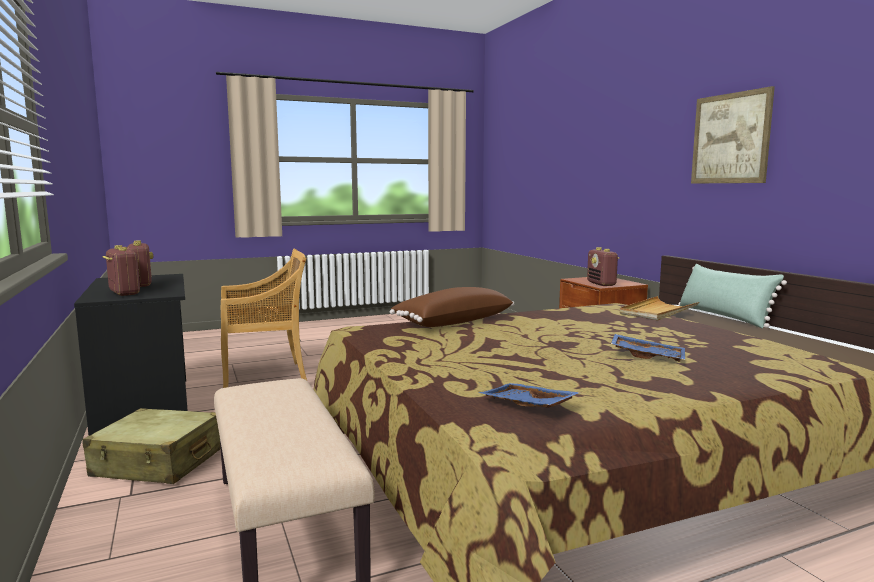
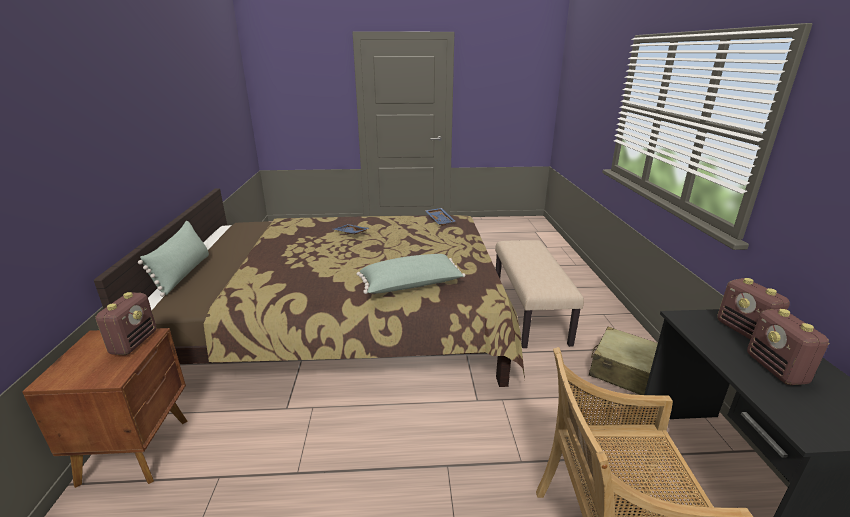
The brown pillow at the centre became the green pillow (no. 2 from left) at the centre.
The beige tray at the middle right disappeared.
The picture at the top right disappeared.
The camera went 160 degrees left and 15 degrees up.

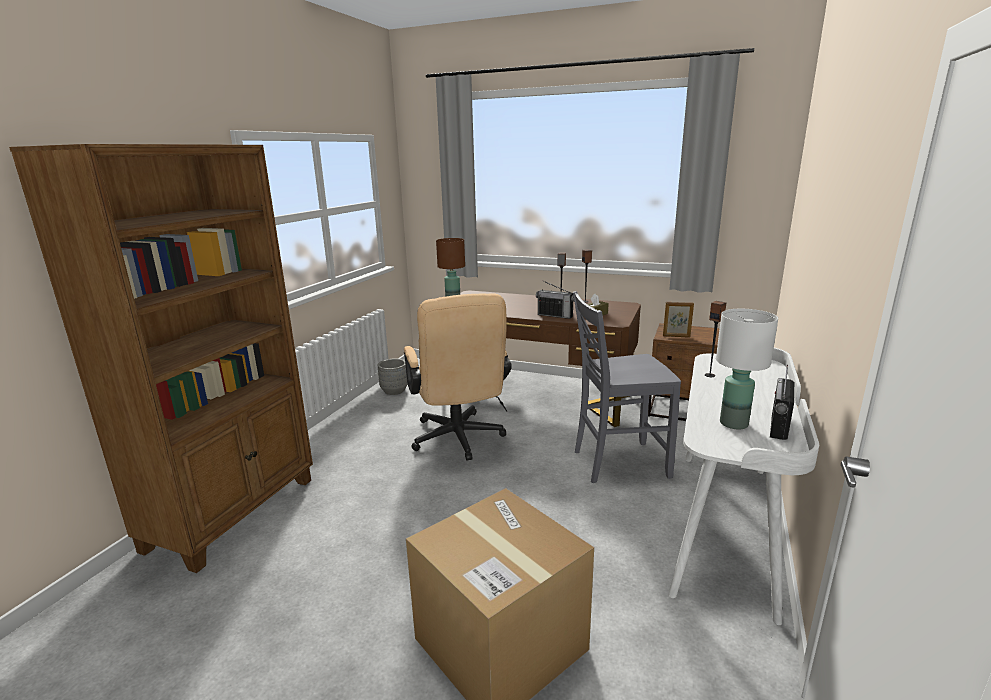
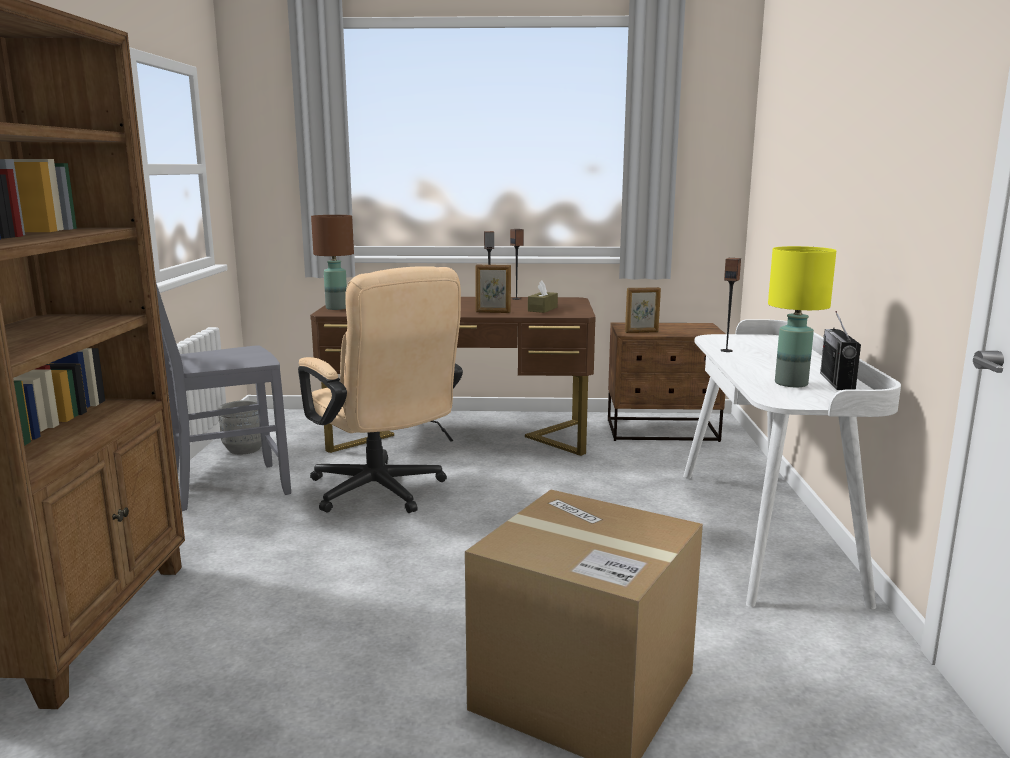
The grey chair moved from the centre to the middle left.
The radio (no. 1 from left) at the centre was replaced by the picture frame (no. 1 from left) at the centre.
The white table lamp at the middle right became the yellow table lamp at the middle right.
The camera went 20 degrees left and 5 degrees down.

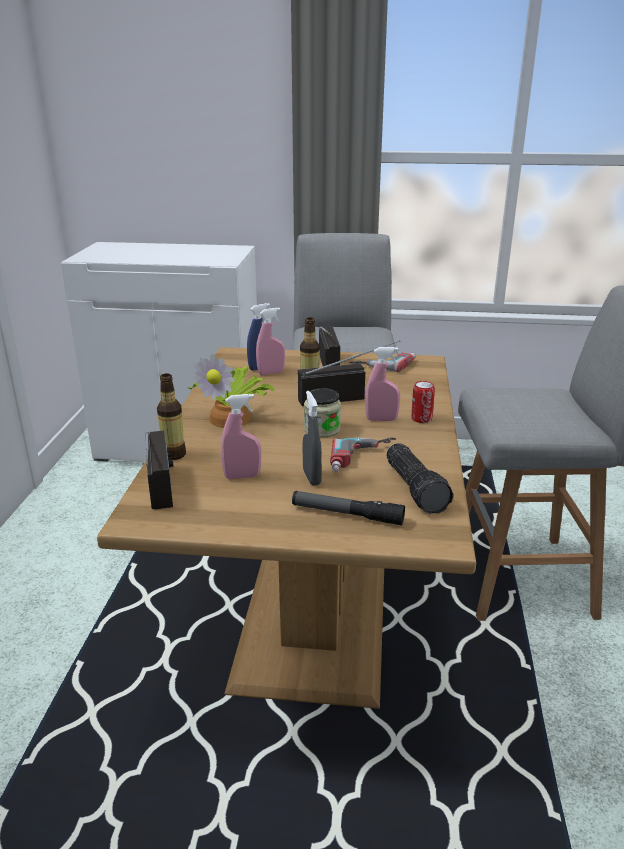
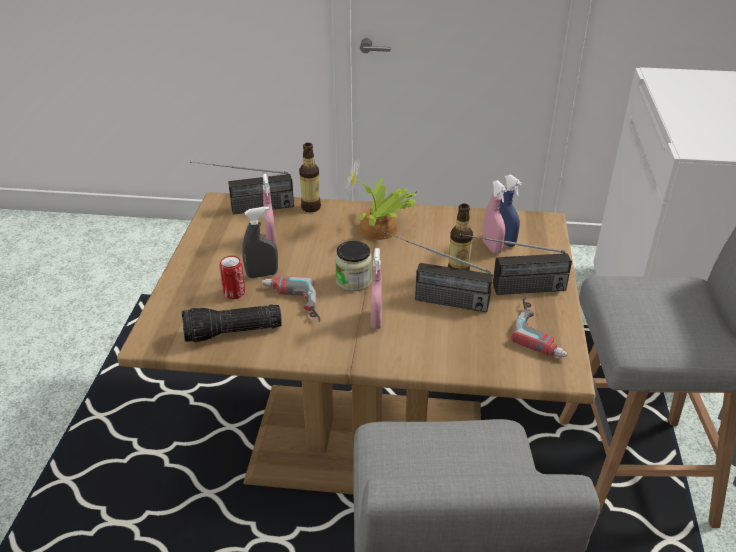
The can moved from the middle right to the middle left.
The radio (no. 3 from left in the first image) at the centre turned 120 degrees clockwise.
The flashlight (no. 1 from left) at the centre disappeared.
The camera went 90 degrees right and 10 degrees up.

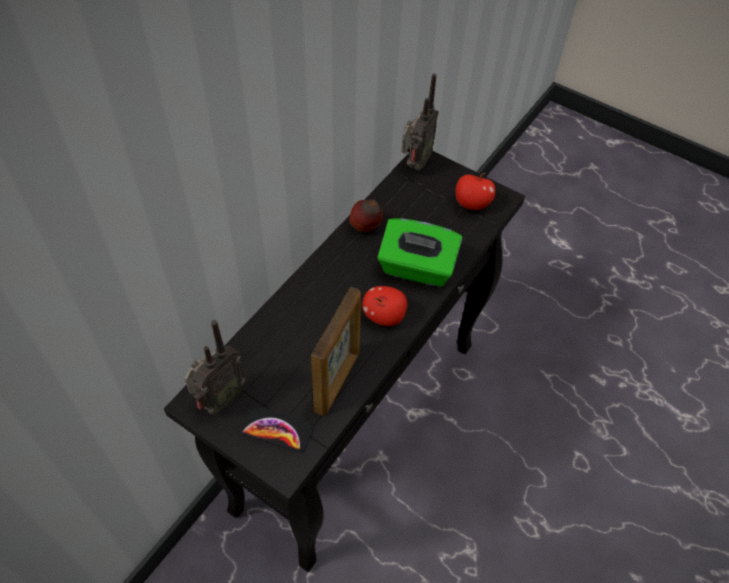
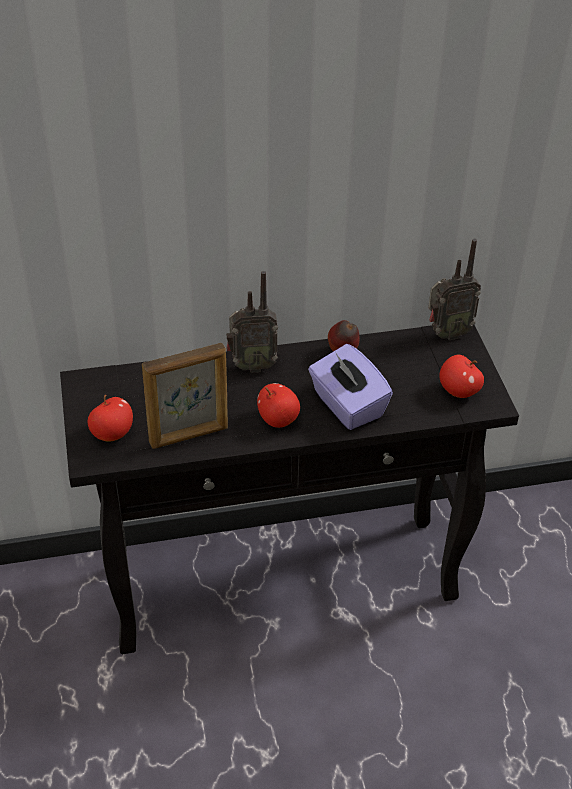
The phone at the bottom centre was replaced by the apple (no. 1 from left) at the middle left.
The radio (no. 1 from left) moved from the middle left to the centre.
The green tissue box at the centre became the purple tissue box at the centre.
The camera went 45 degrees right and 10 degrees down.

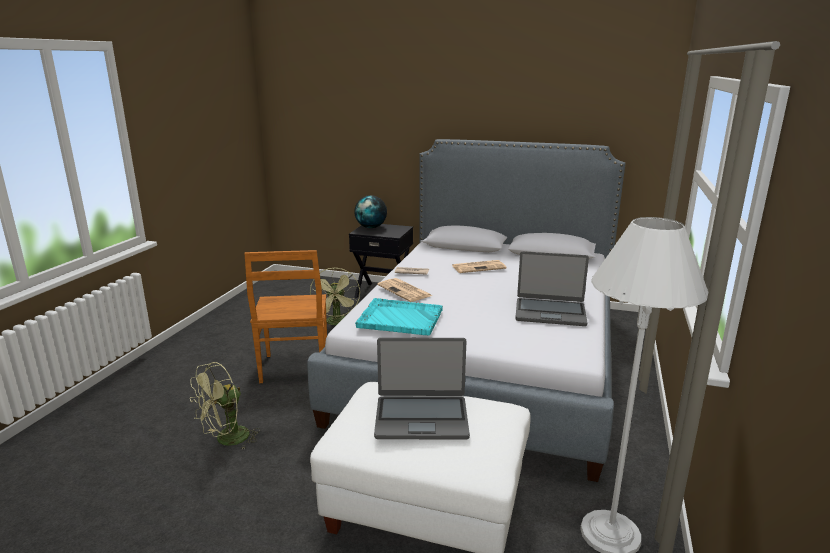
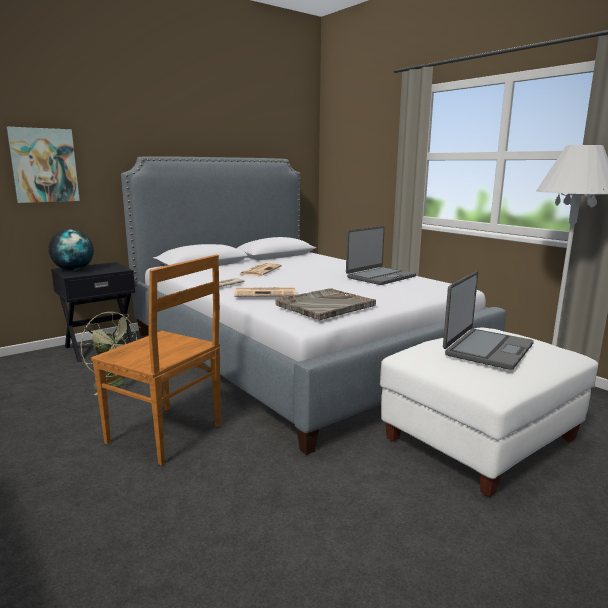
The picture at the top left appeared.
The turquoise tray at the centre became the grey tray at the centre.
The green fan (no. 1 from left) at the bottom left disappeared.
The camera went 55 degrees left and 5 degrees down.

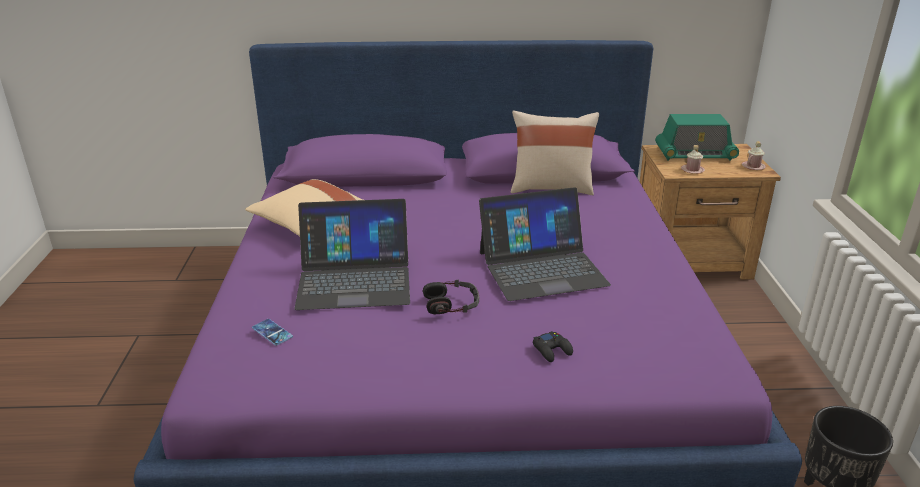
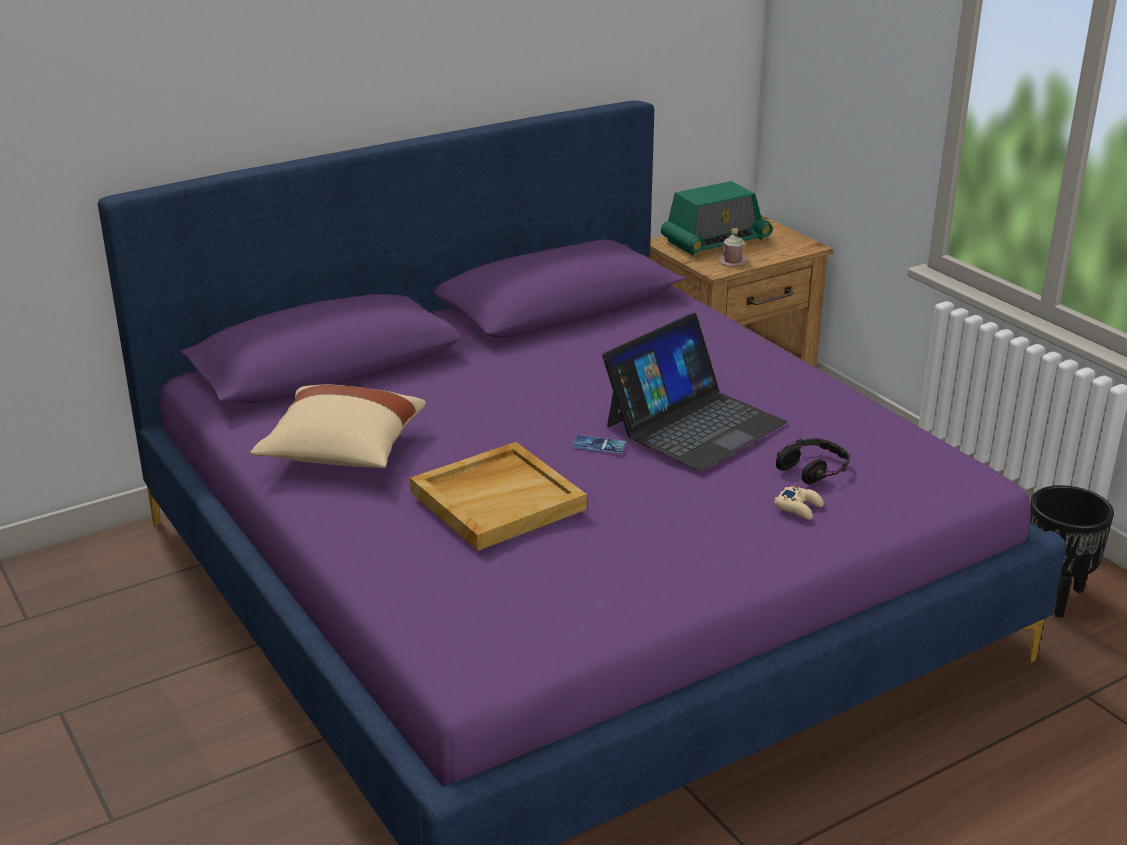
The laptop (no. 1 from left) at the centre was replaced by the beige tray at the centre.
The phone moved from the bottom left to the centre.
The black game controller at the bottom centre became the beige game controller at the middle right.
The headphones moved from the centre to the middle right.
The beige pillow (no. 2 from left) at the top centre disappeared.
The pink mug (no. 2 from left) at the top right disappeared.
The camera went 30 degrees left and 0 degrees up.

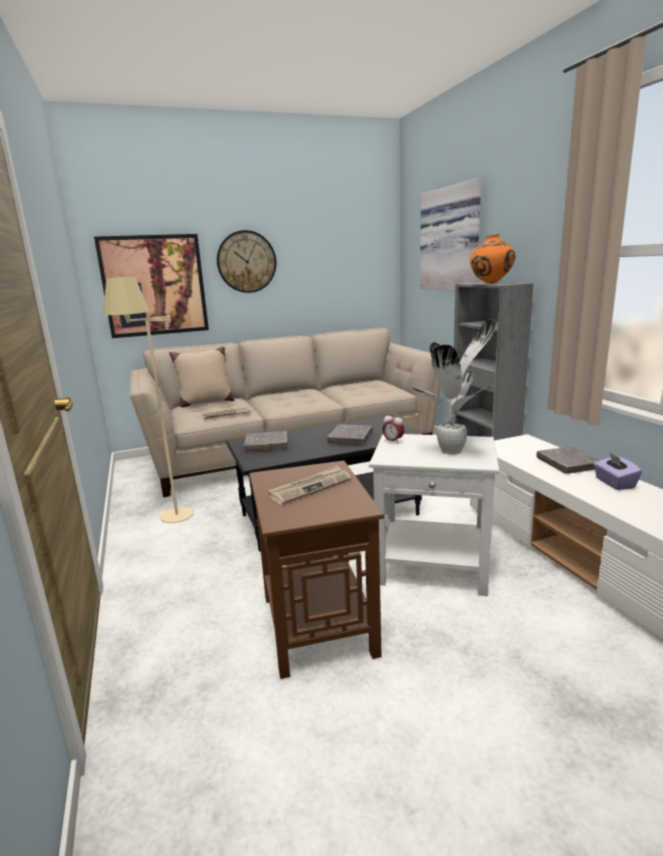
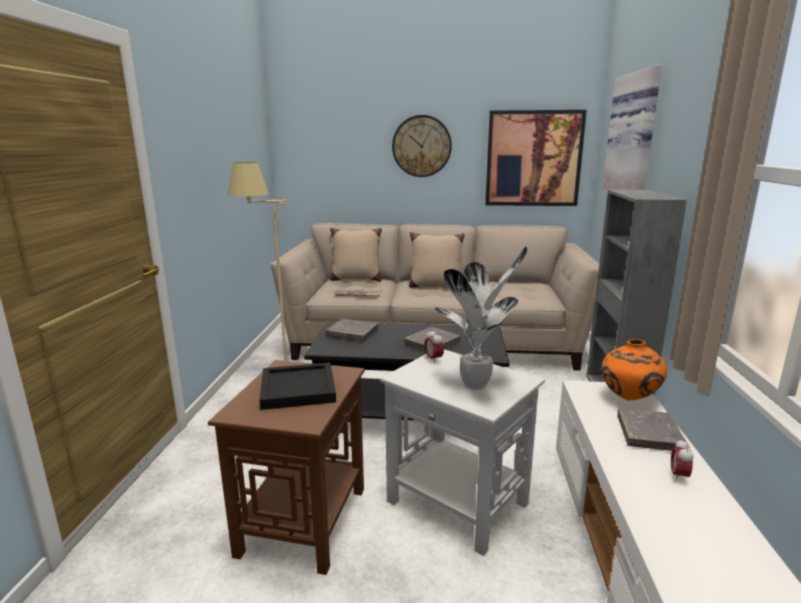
The newspaper (no. 2 from left) at the centre was replaced by the black tray at the centre.
The beige pillow (no. 2 from left) at the centre appeared.
The picture (no. 1 from left) moved from the middle left to the top right.
The orange vase moved from the top right to the middle right.
The purple tissue box at the middle right was replaced by the alarm clock (no. 2 from left) at the bottom right.
The camera went 25 degrees right and 0 degrees up.

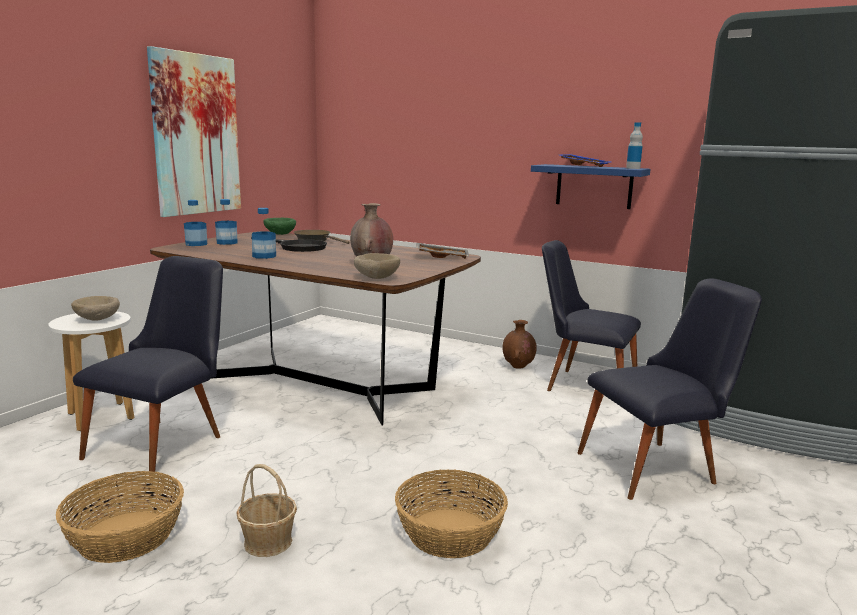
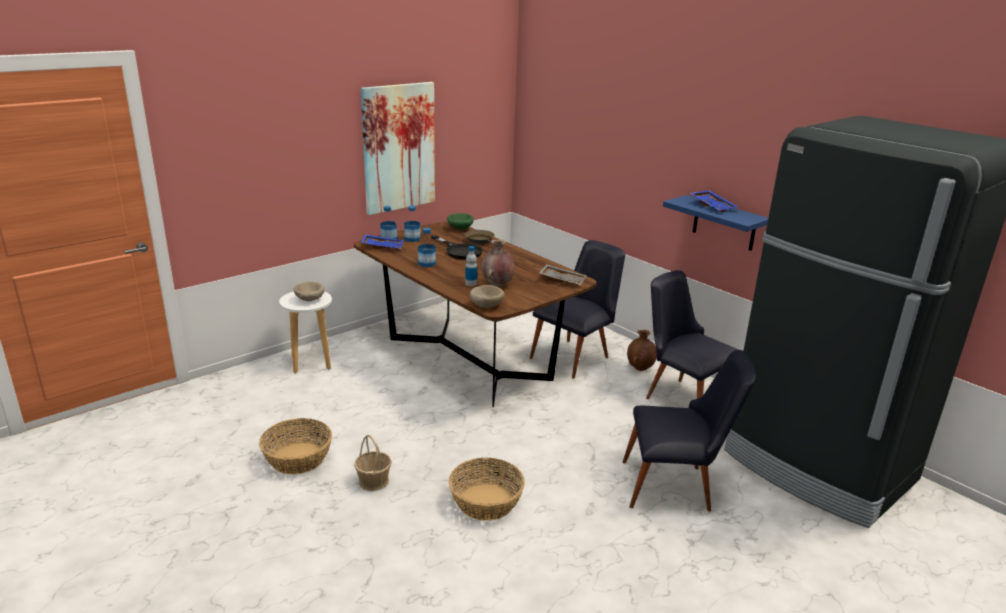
The blue tray (no. 1 from left) at the centre appeared.
The bottle (no. 4 from left) moved from the top right to the centre.
The black chair (no. 1 from left) moved from the middle left to the centre.
The camera went 20 degrees right and 10 degrees up.

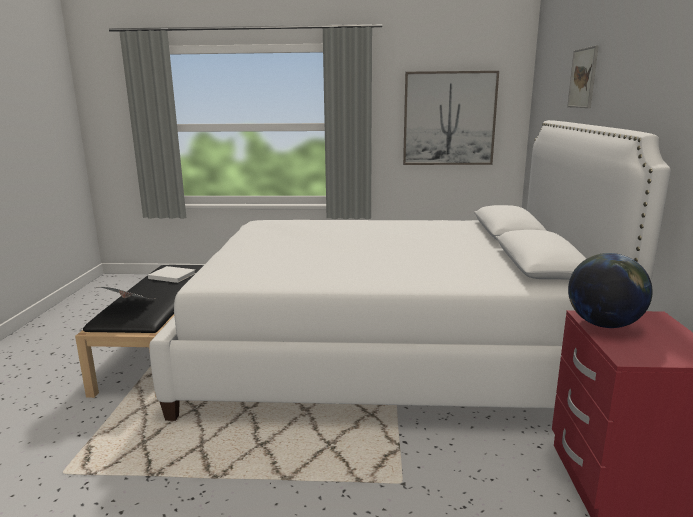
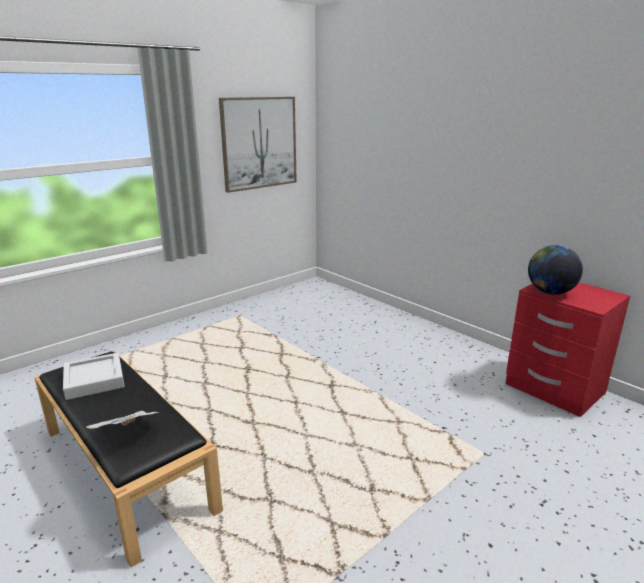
The white book at the middle left was replaced by the grey tray at the middle left.
The white bed at the centre disappeared.
The picture (no. 2 from left) at the top right disappeared.
The camera went 45 degrees left and 5 degrees up.

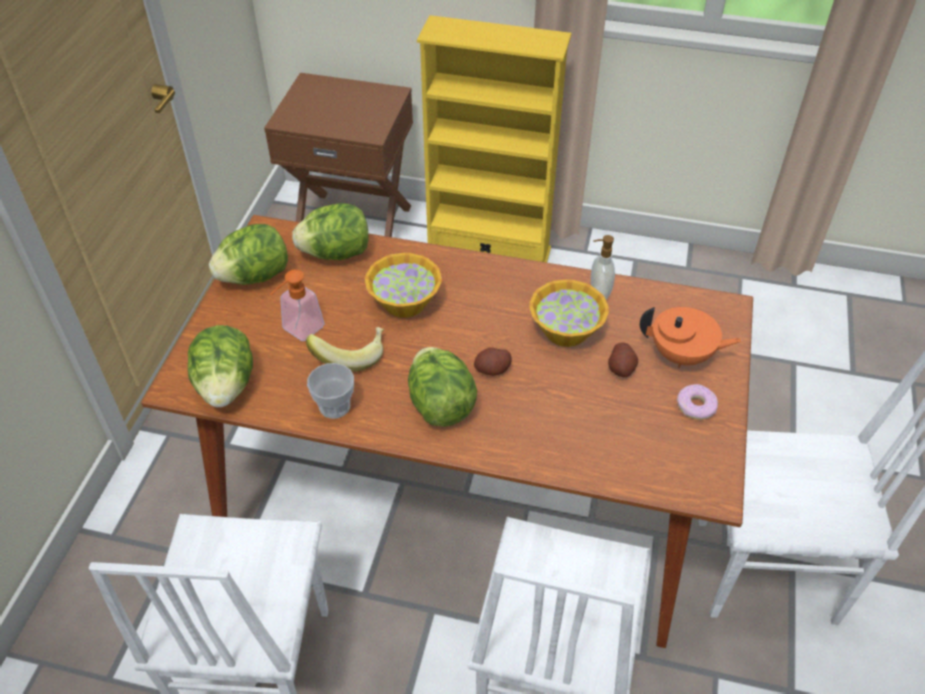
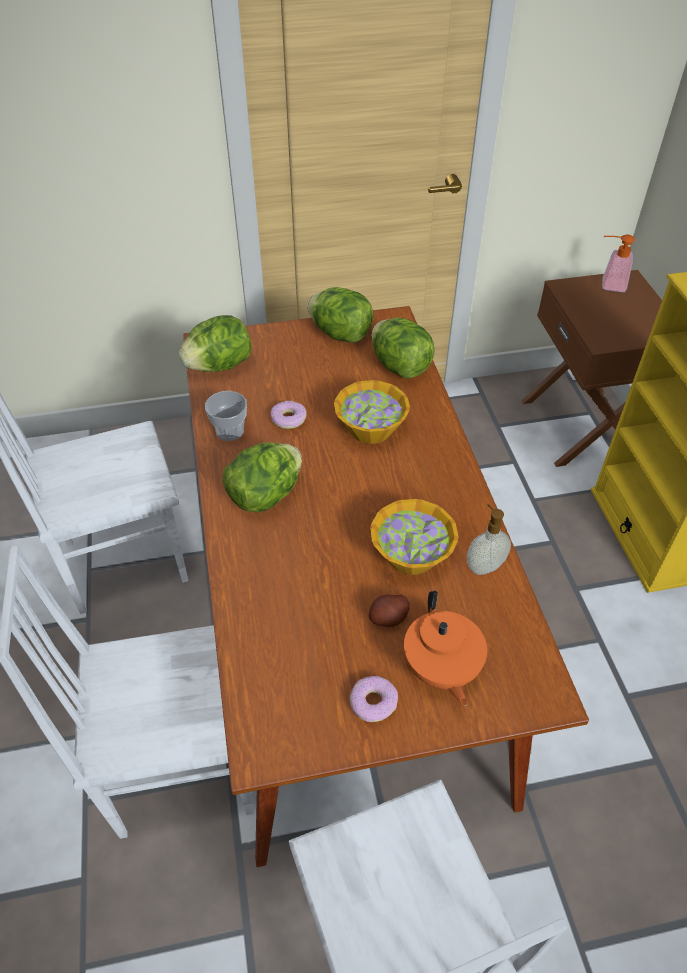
The banana at the centre was replaced by the donut (no. 1 from left) at the centre.
The soap dispenser (no. 1 from left in the first image) moved from the middle left to the top right.
The potato (no. 1 from left) at the centre disappeared.
The camera went 65 degrees right and 0 degrees up.

